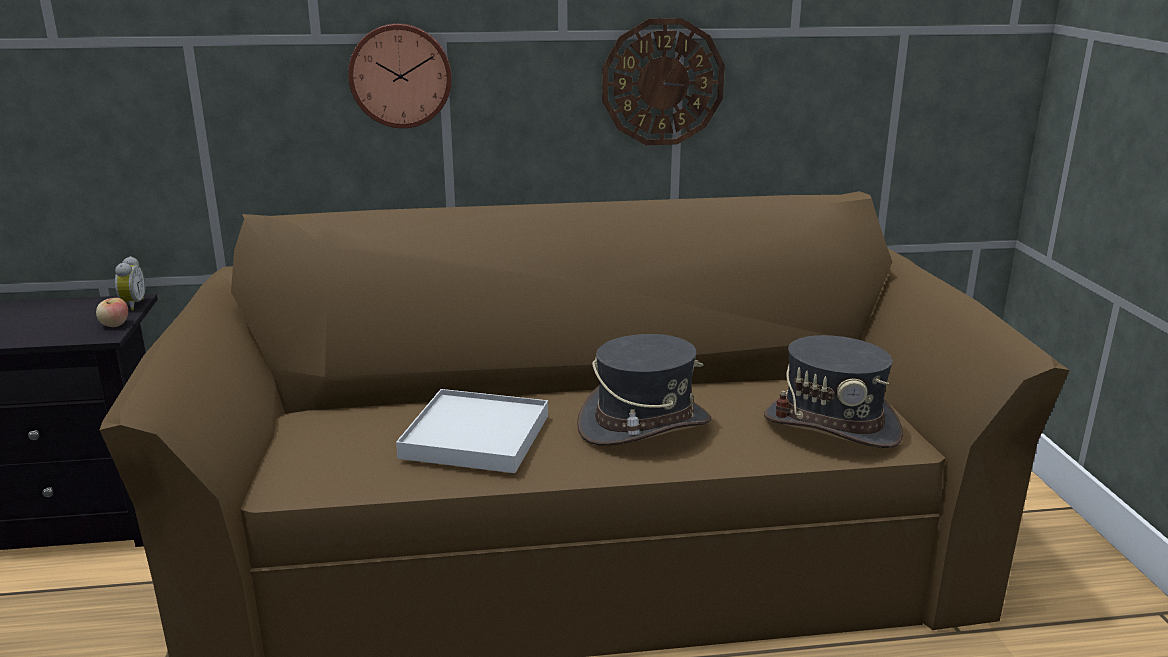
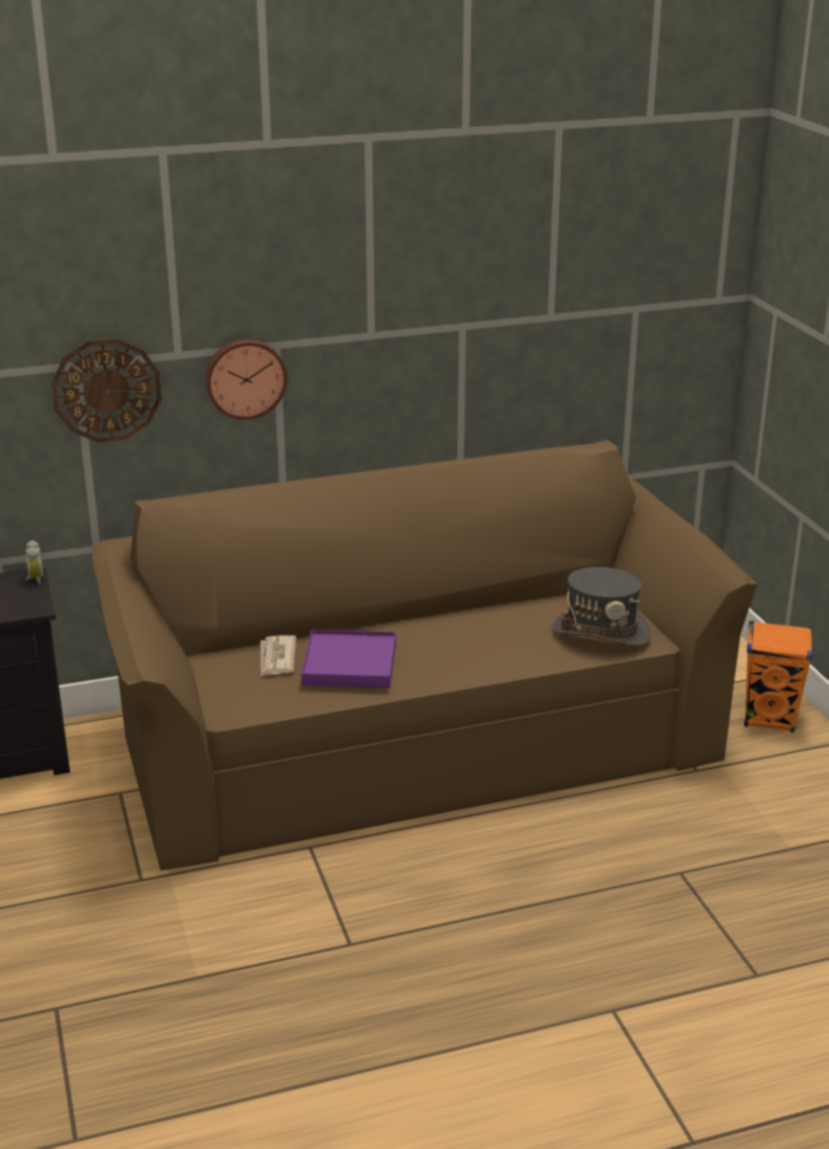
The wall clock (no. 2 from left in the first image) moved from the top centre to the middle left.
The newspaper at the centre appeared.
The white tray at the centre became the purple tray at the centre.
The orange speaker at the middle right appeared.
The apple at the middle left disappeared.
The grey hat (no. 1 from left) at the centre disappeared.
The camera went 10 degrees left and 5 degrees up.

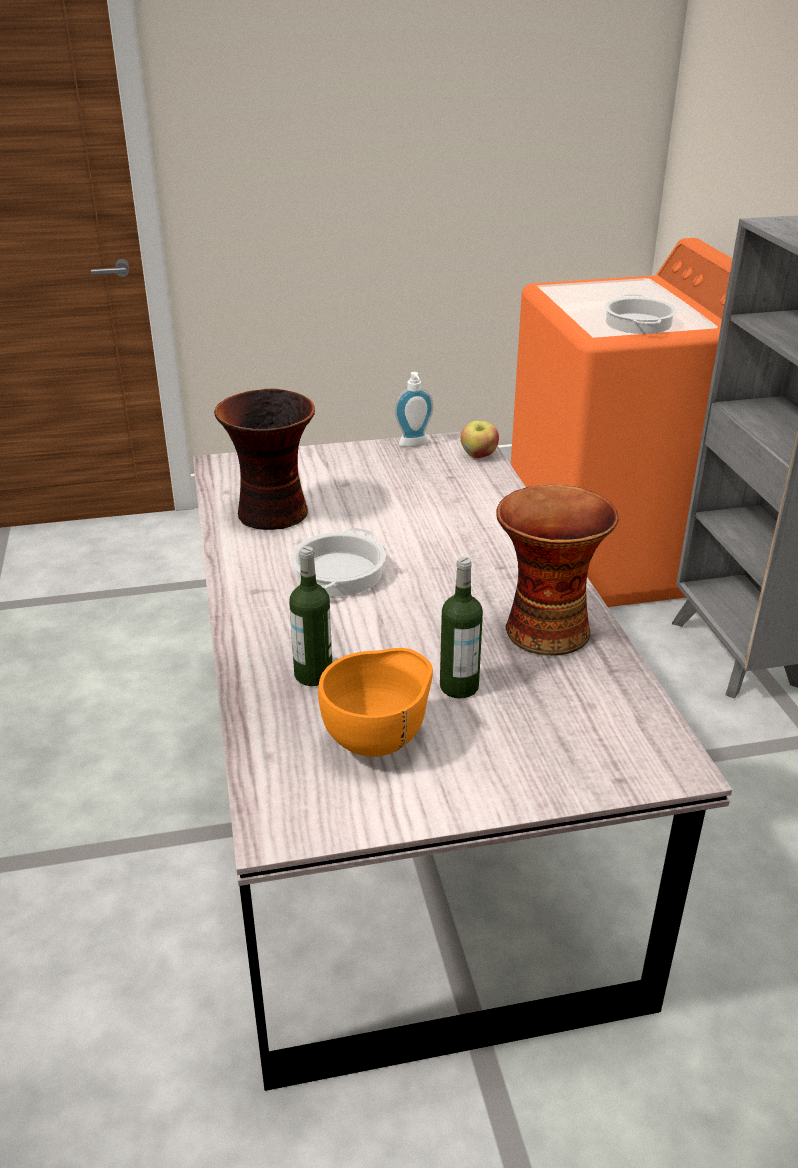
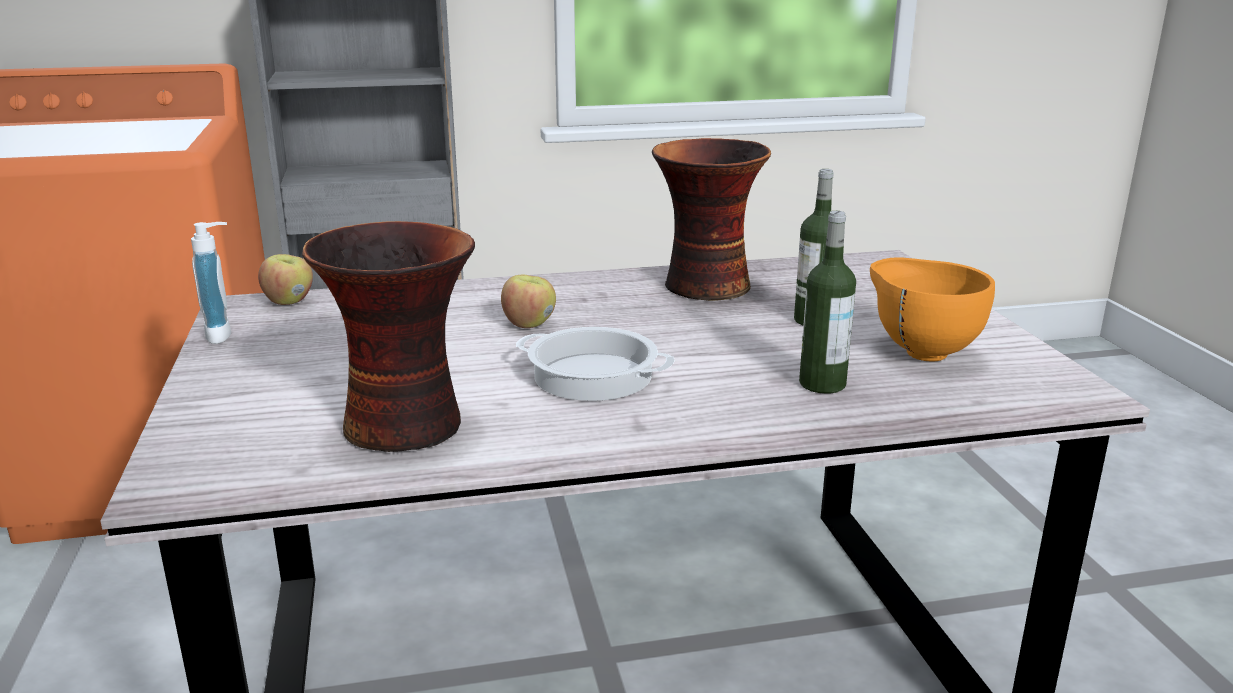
The apple (no. 2 from left) at the centre appeared.
The cooking pot (no. 2 from left) at the top right disappeared.
The camera went 90 degrees left and 10 degrees down.

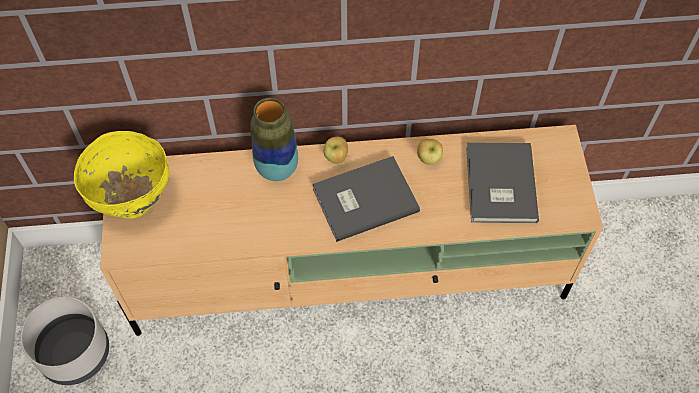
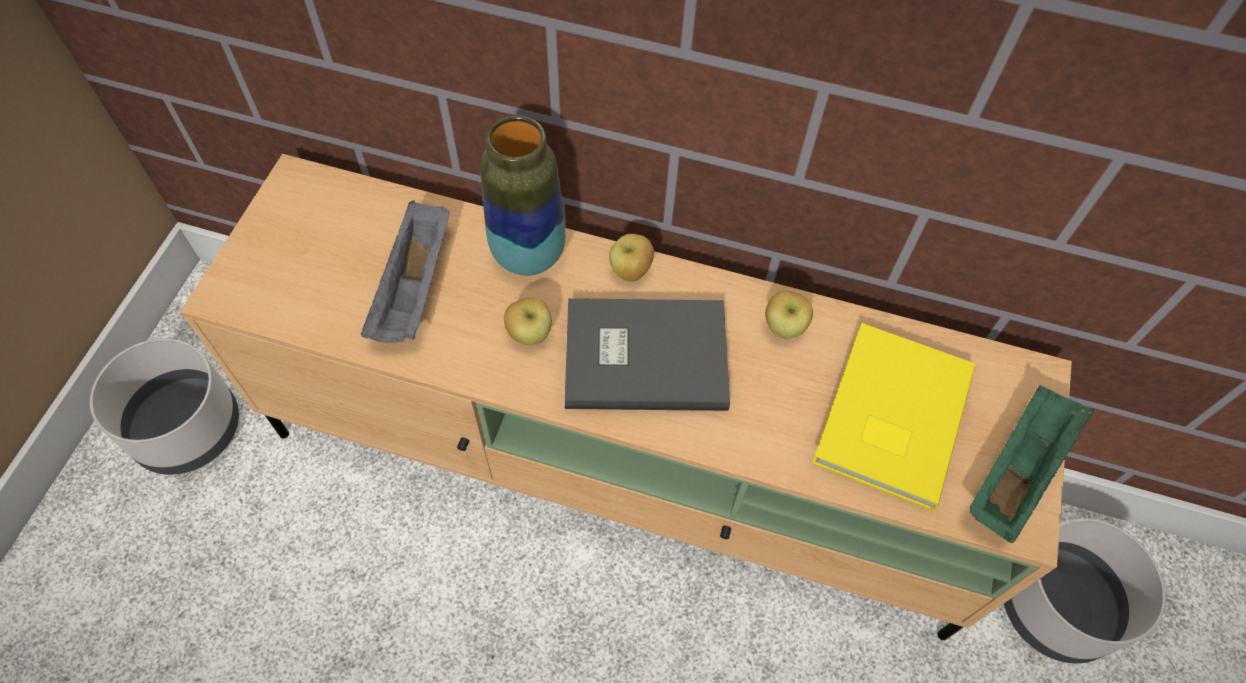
The grey tray at the middle left appeared.
The apple (no. 1 from left) at the centre appeared.
The grey book (no. 2 from left) at the middle right became the yellow book at the middle right.
The green tray at the bottom right appeared.
The grey planter (no. 2 from left) at the bottom right appeared.
The yellow bowl at the middle left disappeared.
The camera went 20 degrees right and 0 degrees up.

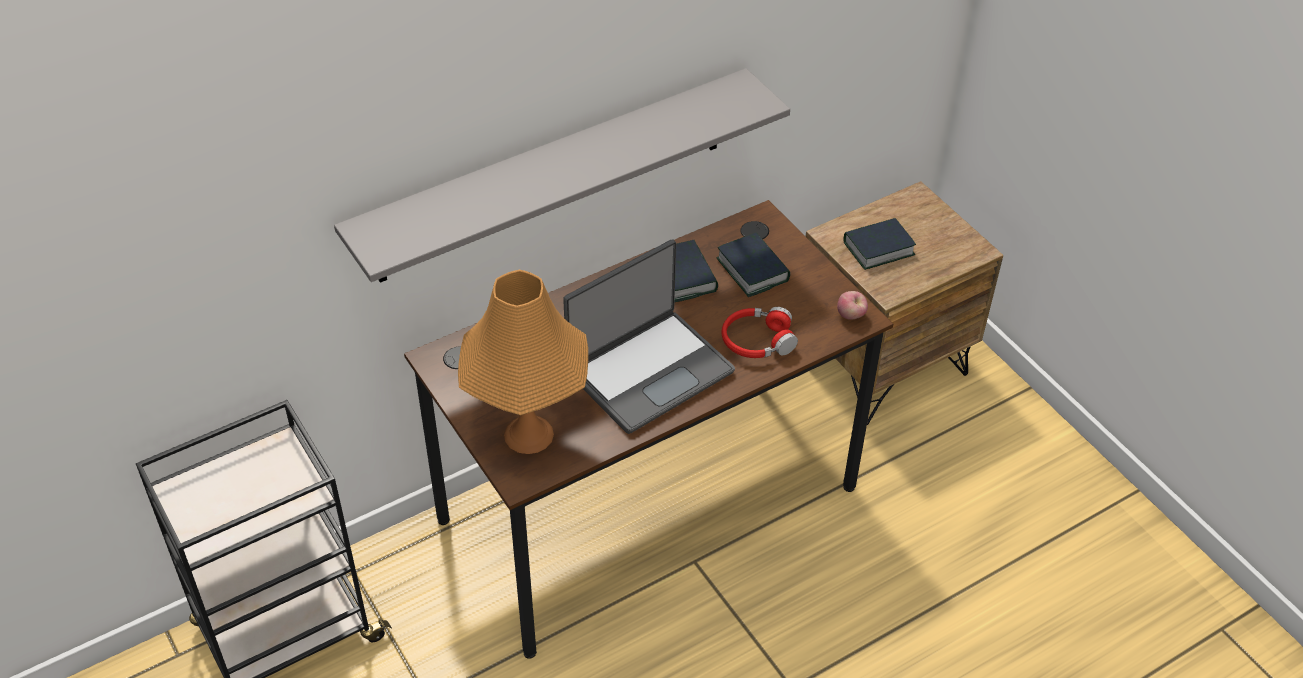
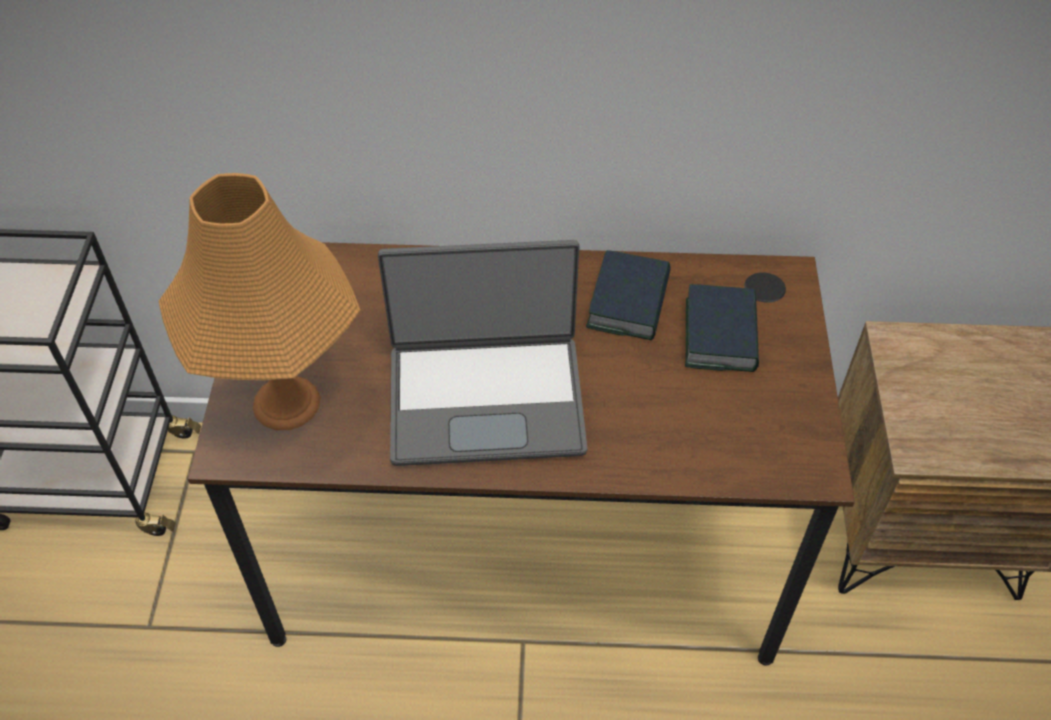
The grey shelf at the top centre disappeared.
The red headphones at the centre disappeared.
The apple at the centre disappeared.
The book (no. 3 from left) at the middle right disappeared.
The camera went 35 degrees right and 5 degrees up.

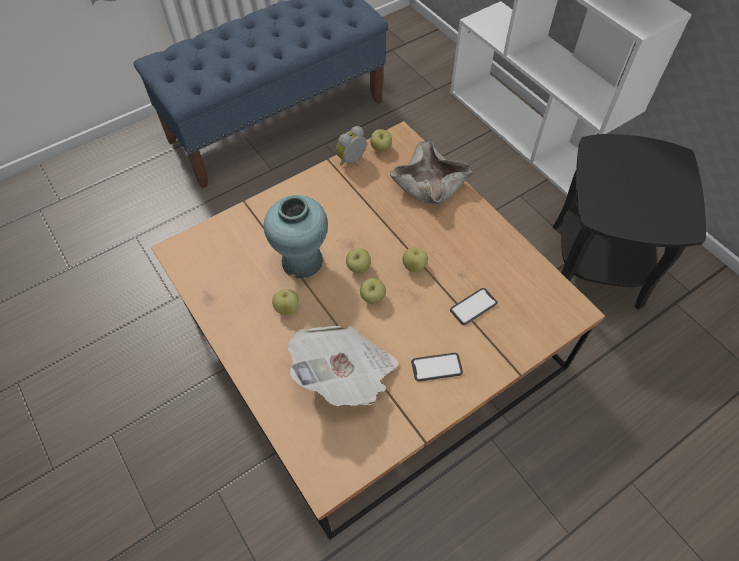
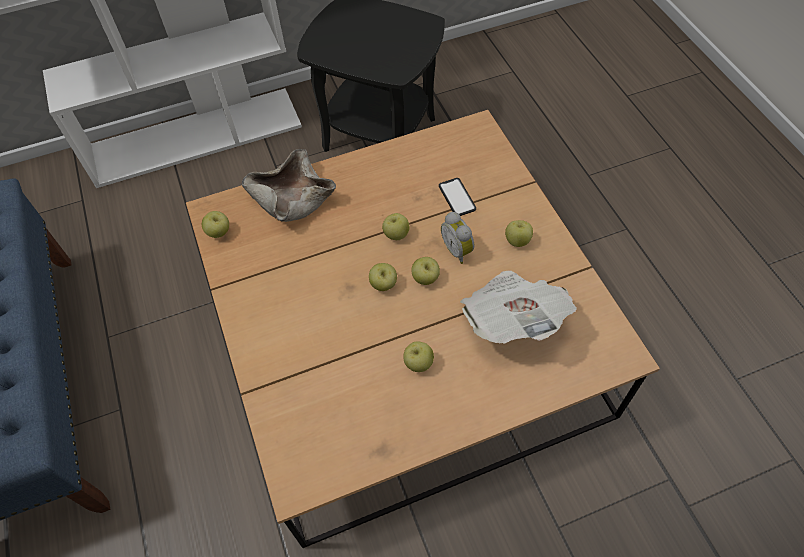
The alarm clock moved from the top centre to the centre.
The phone (no. 1 from left) at the centre was replaced by the apple (no. 6 from left) at the centre.
The turquoise vase at the centre disappeared.
The camera went 75 degrees left and 0 degrees up.

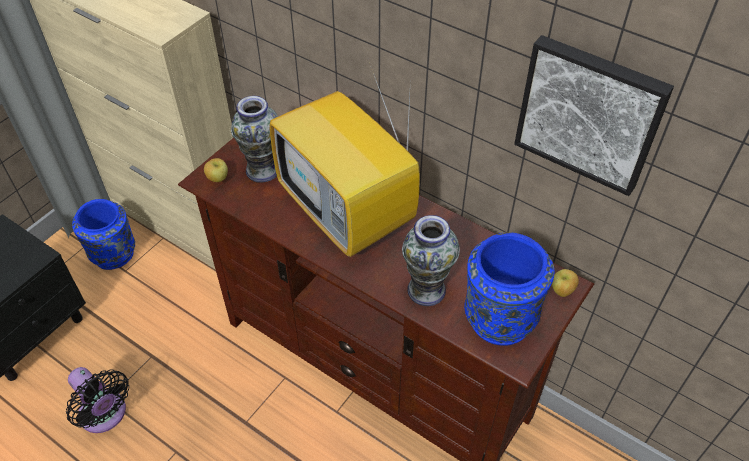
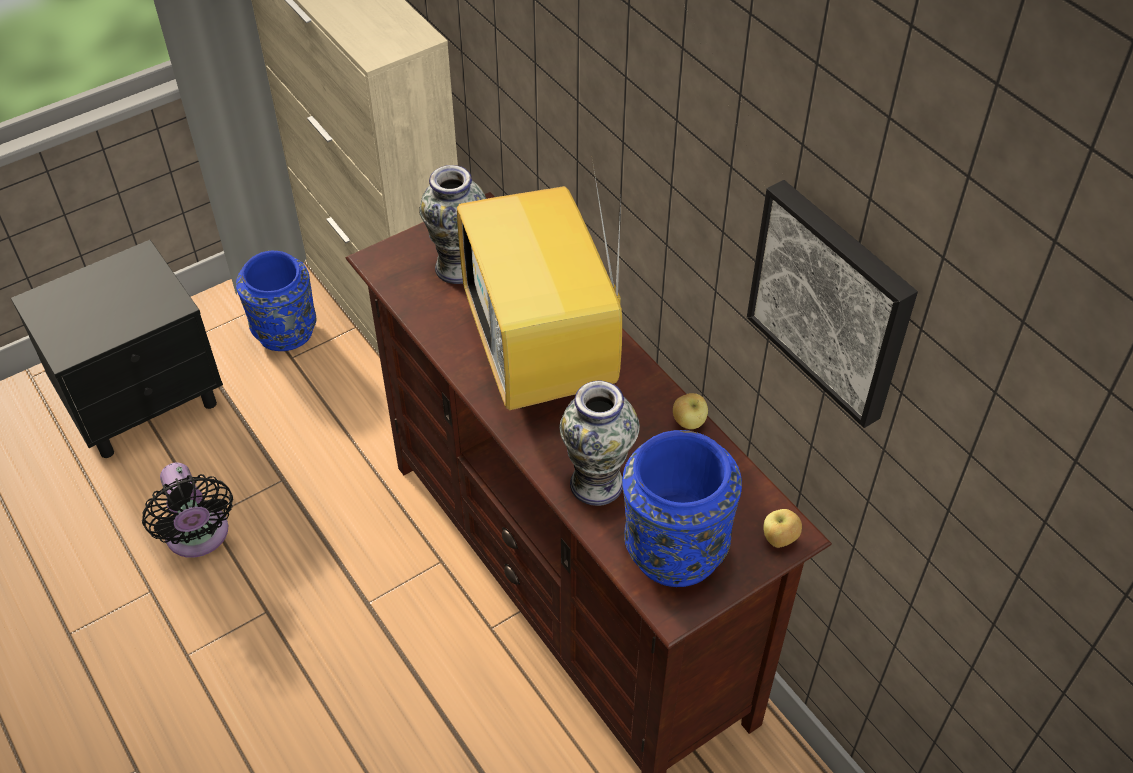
The apple (no. 1 from left) moved from the middle left to the centre.
The camera went 20 degrees right and 0 degrees up.

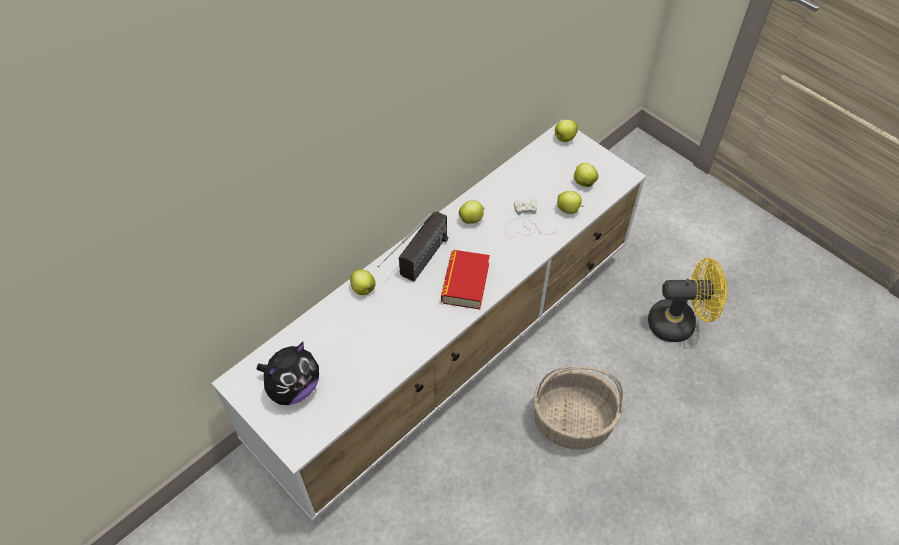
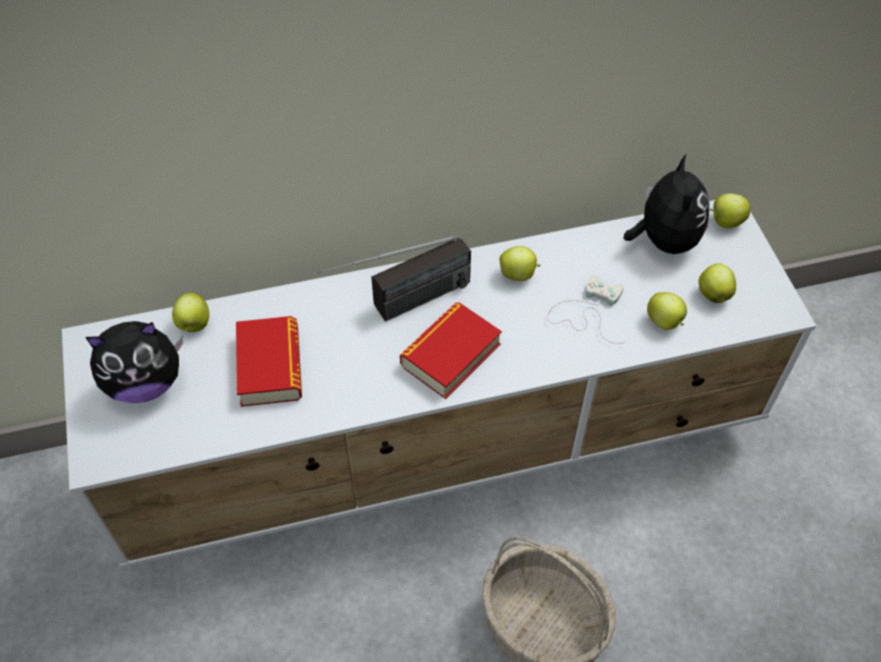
The apple (no. 1 from left) moved from the centre to the middle left.
The book (no. 1 from left) at the middle left appeared.
The plush toy (no. 2 from left) at the top right appeared.
The yellow fan at the middle right disappeared.
The camera went 30 degrees right and 0 degrees up.

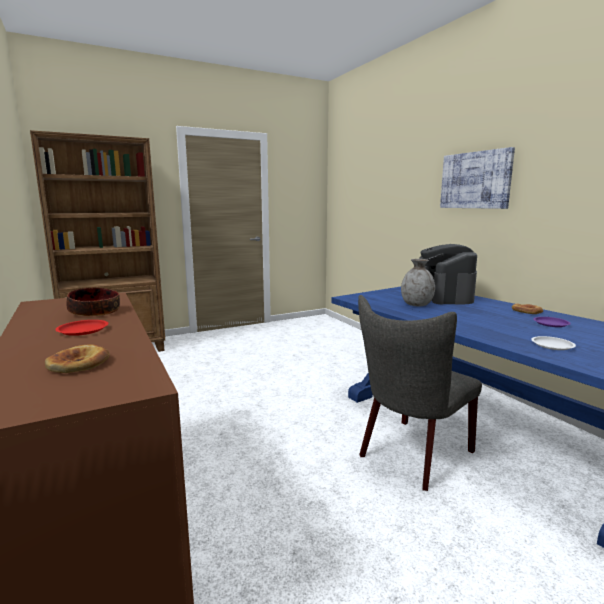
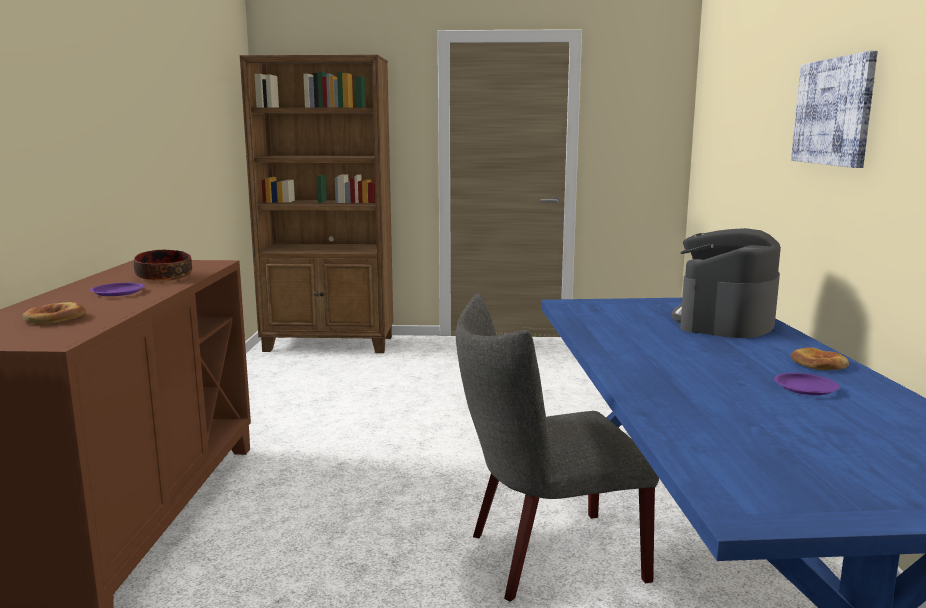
The red plate at the middle left became the purple plate (no. 1 from left) at the middle left.
The grey vase at the middle right disappeared.
The white plate at the middle right disappeared.
The camera went 30 degrees right and 0 degrees up.

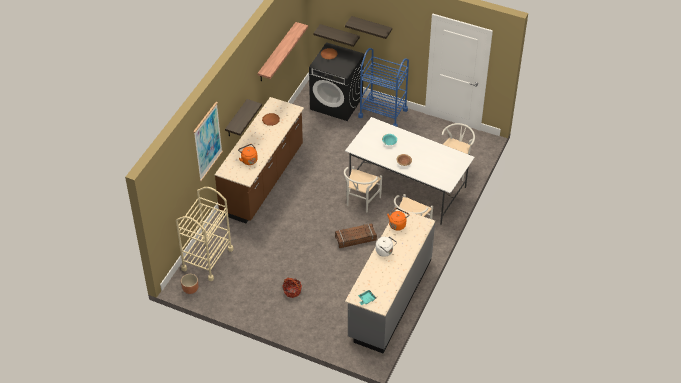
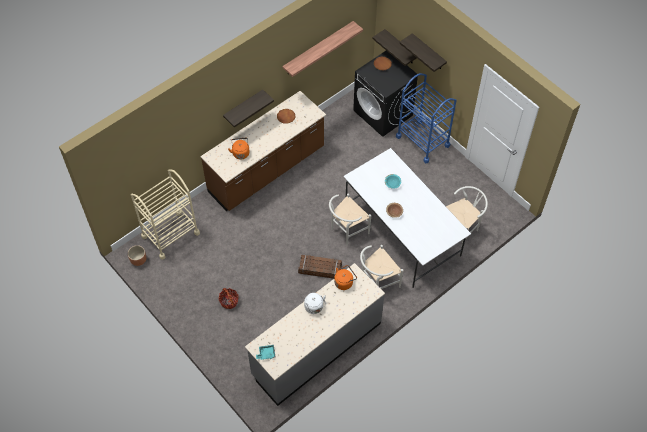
The picture at the middle left disappeared.
The camera went 25 degrees right and 10 degrees up.

